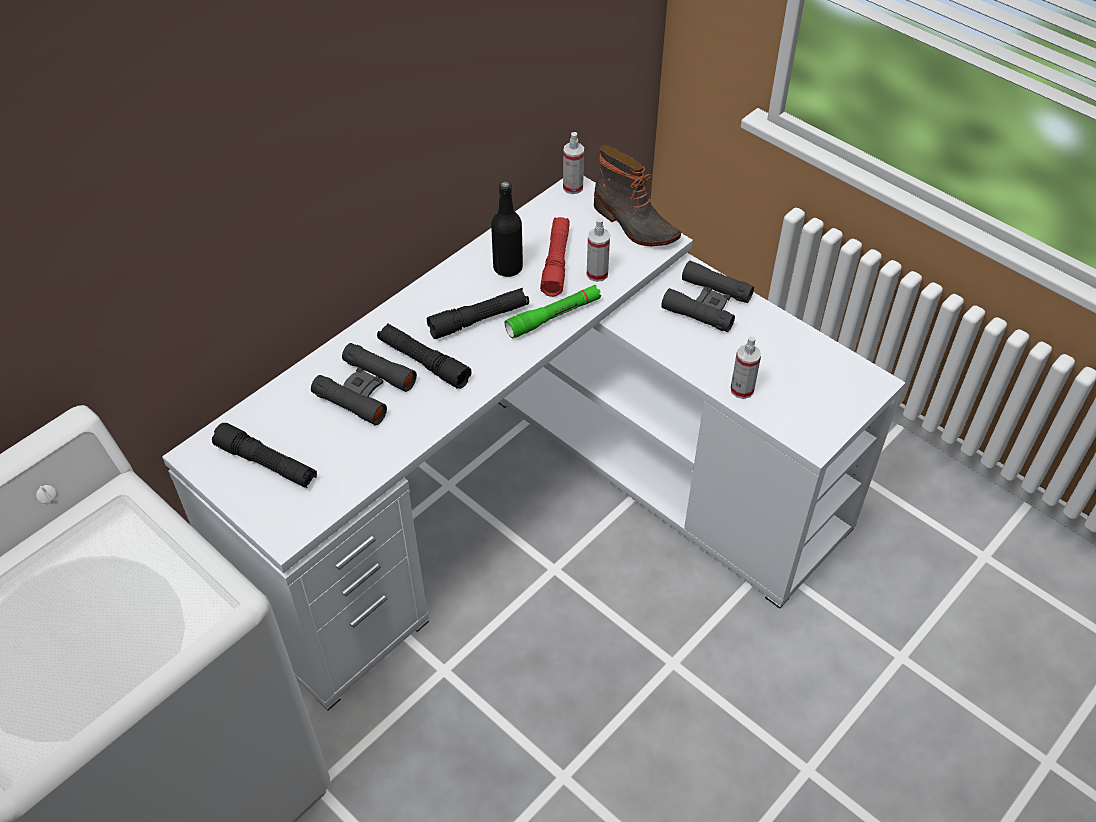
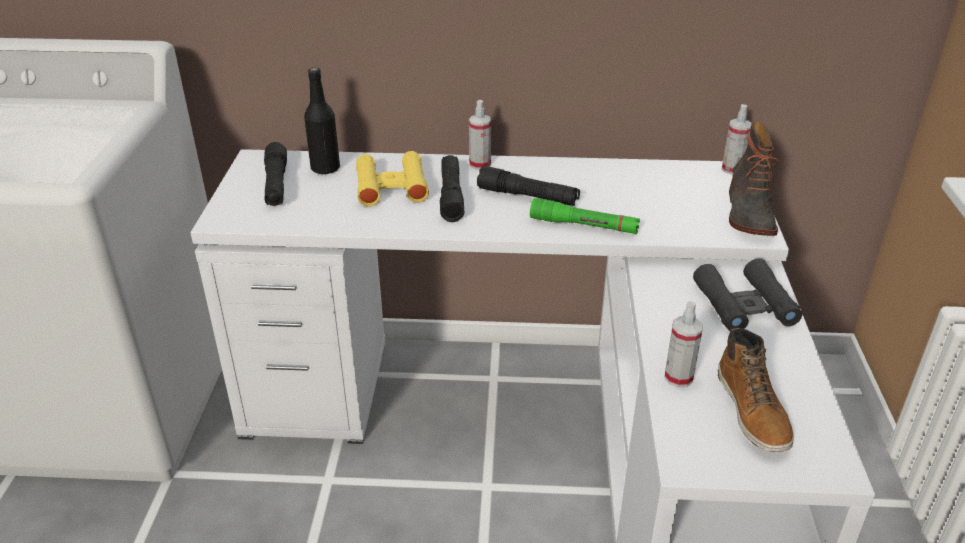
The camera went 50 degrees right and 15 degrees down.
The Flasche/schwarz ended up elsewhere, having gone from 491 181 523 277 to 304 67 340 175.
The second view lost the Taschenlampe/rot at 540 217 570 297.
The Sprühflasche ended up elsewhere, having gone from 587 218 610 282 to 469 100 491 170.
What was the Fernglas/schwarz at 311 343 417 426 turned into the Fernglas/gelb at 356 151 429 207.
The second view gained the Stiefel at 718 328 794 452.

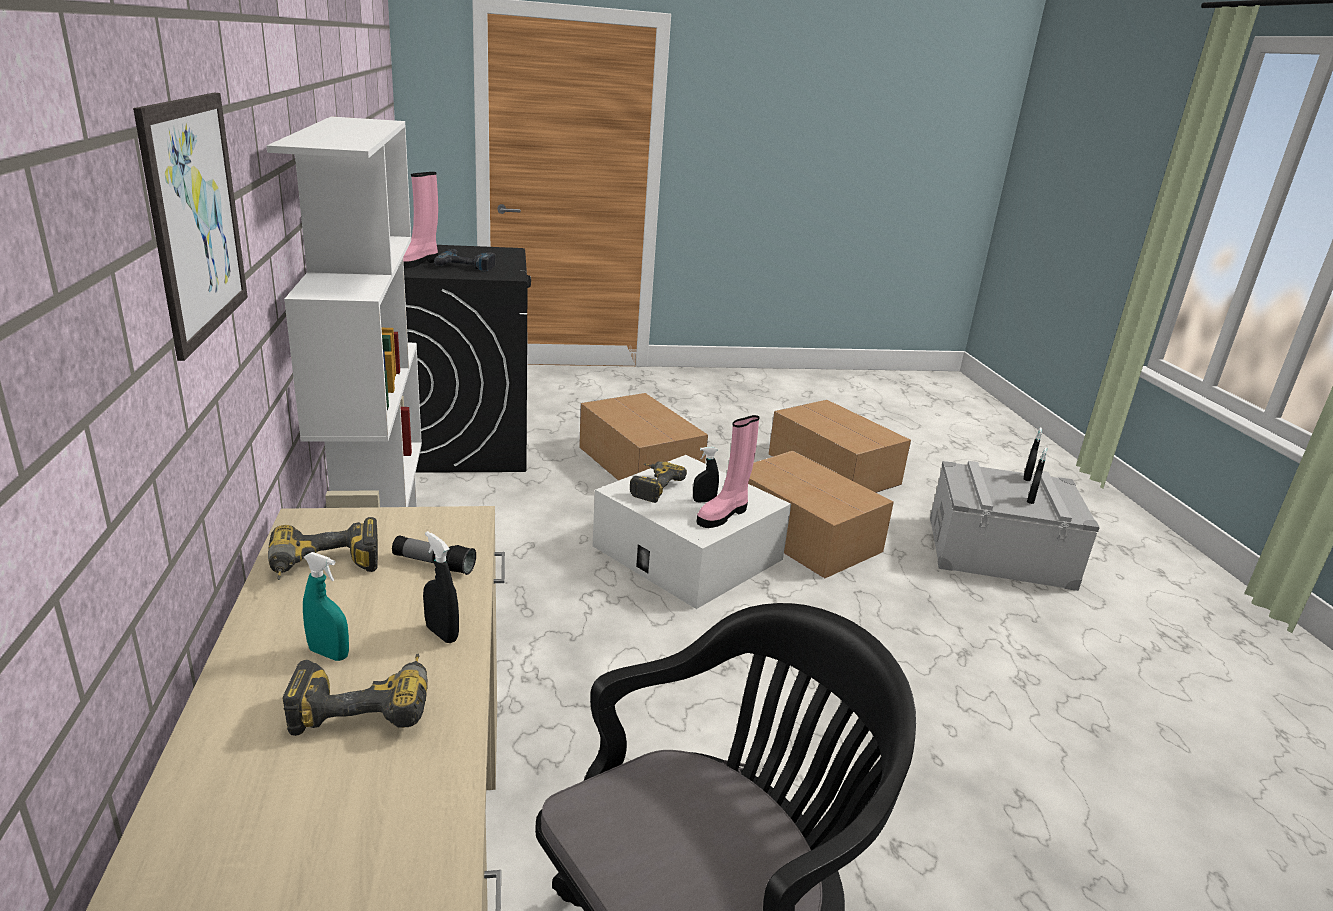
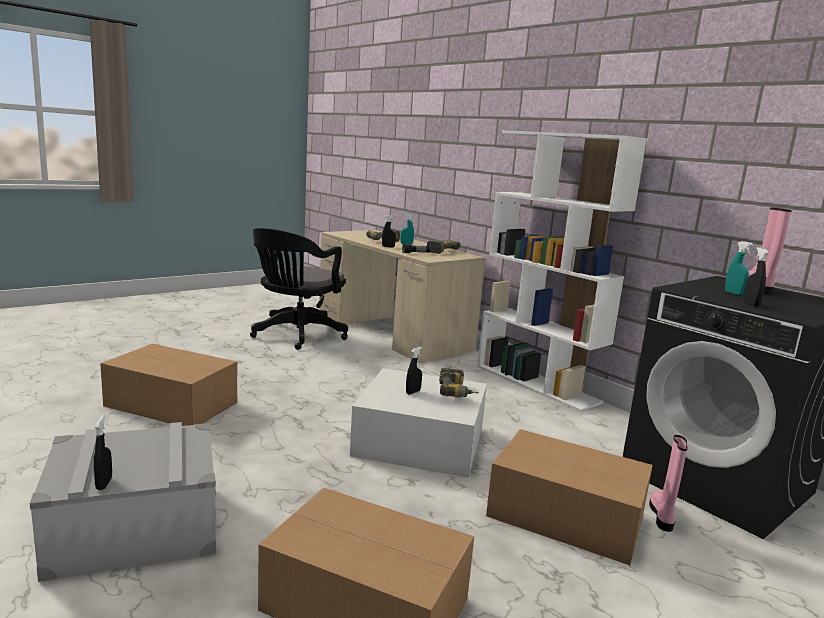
The camera went 150 degrees right and 10 degrees down.
The second view lost the Bild at 133 93 248 361.
Where the Bohrmaschine stood at 434 249 496 272, the Sprühflasche/türkis came to stand at 725 241 754 295.
The Stiefel/rosa ended up elsewhere, having gone from 697 415 759 528 to 649 435 687 532.
The Sprühflasche/schwarz ended up elsewhere, having gone from 1027 447 1047 504 to 743 247 769 307.
The Karton ended up elsewhere, having gone from 748 451 894 578 to 100 344 237 426.

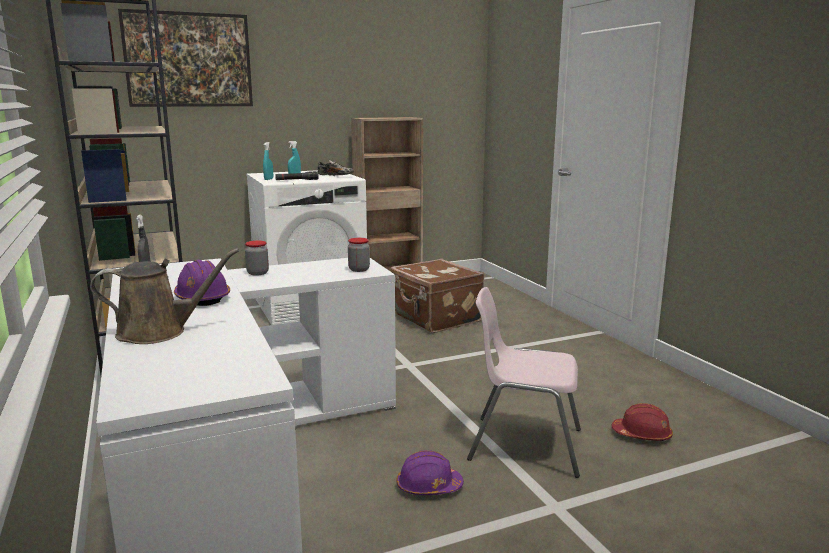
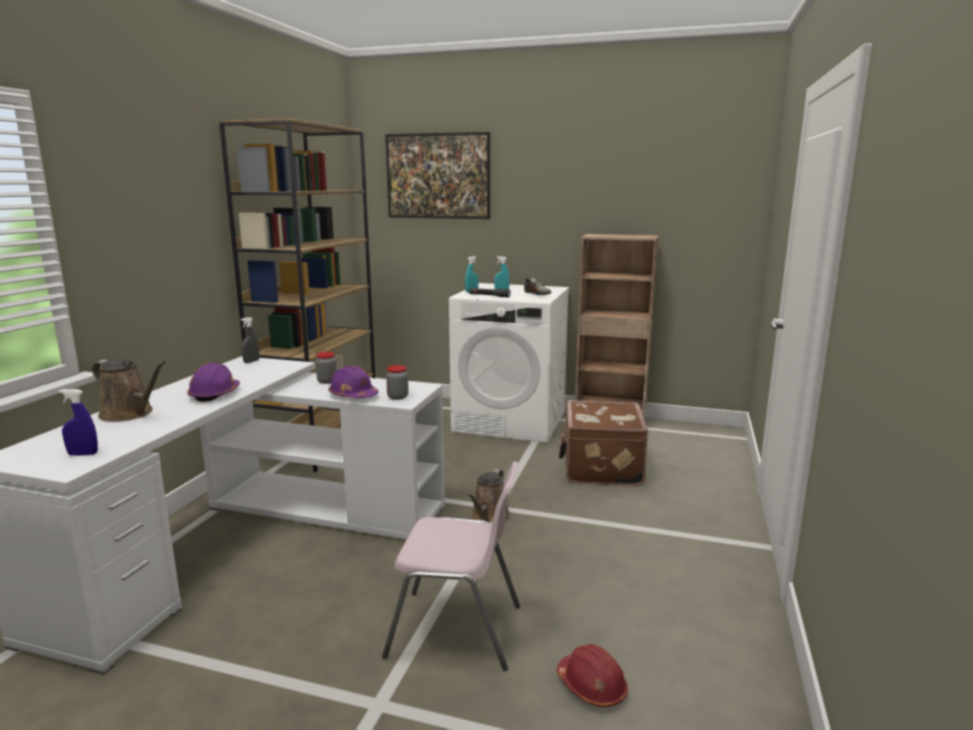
The camera went 40 degrees right and 0 degrees up.
The Stuhl/rosa at 467 287 581 478 ended up facing another way, 135 degrees clockwise from before.
The Schutzhelm/lila ended up elsewhere, having gone from 397 450 464 495 to 328 365 379 398.
The second view gained the Sprühflasche/blau at 58 389 98 456.
The second view gained the Gießkanne/braun at 466 469 510 523.

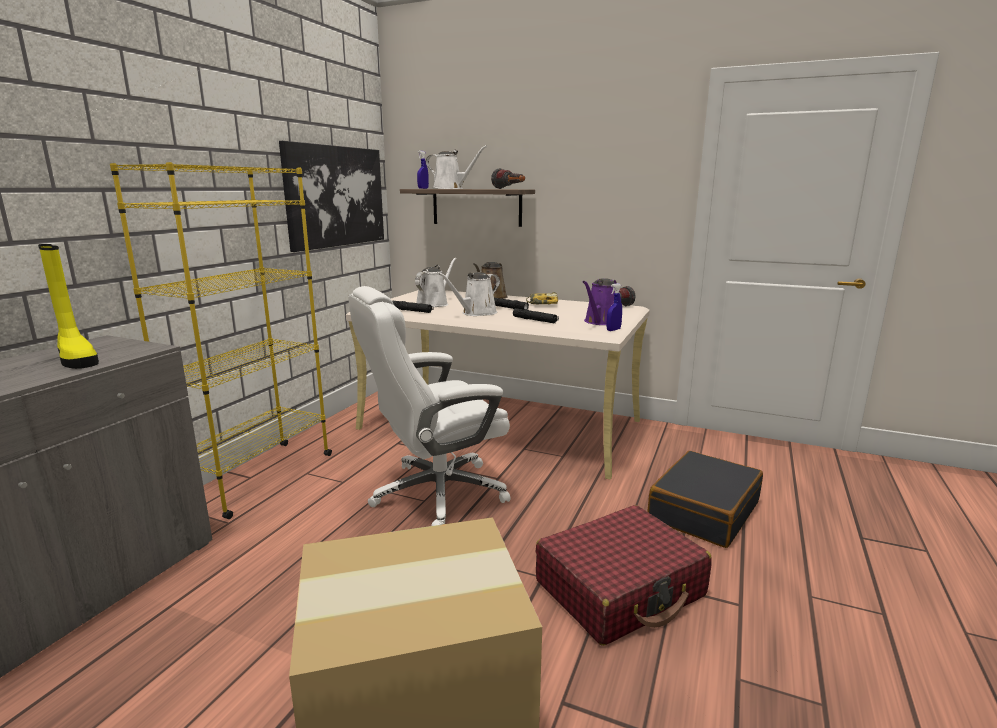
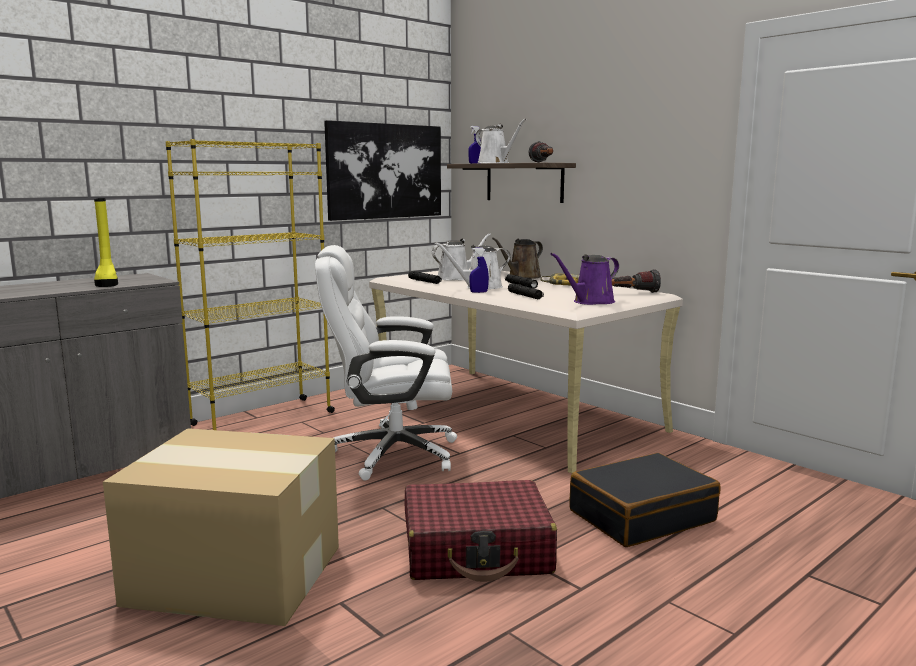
The camera went 25 degrees right and 5 degrees down.
The Sprühflasche/blau ended up elsewhere, having gone from 607 283 622 331 to 469 248 489 293.

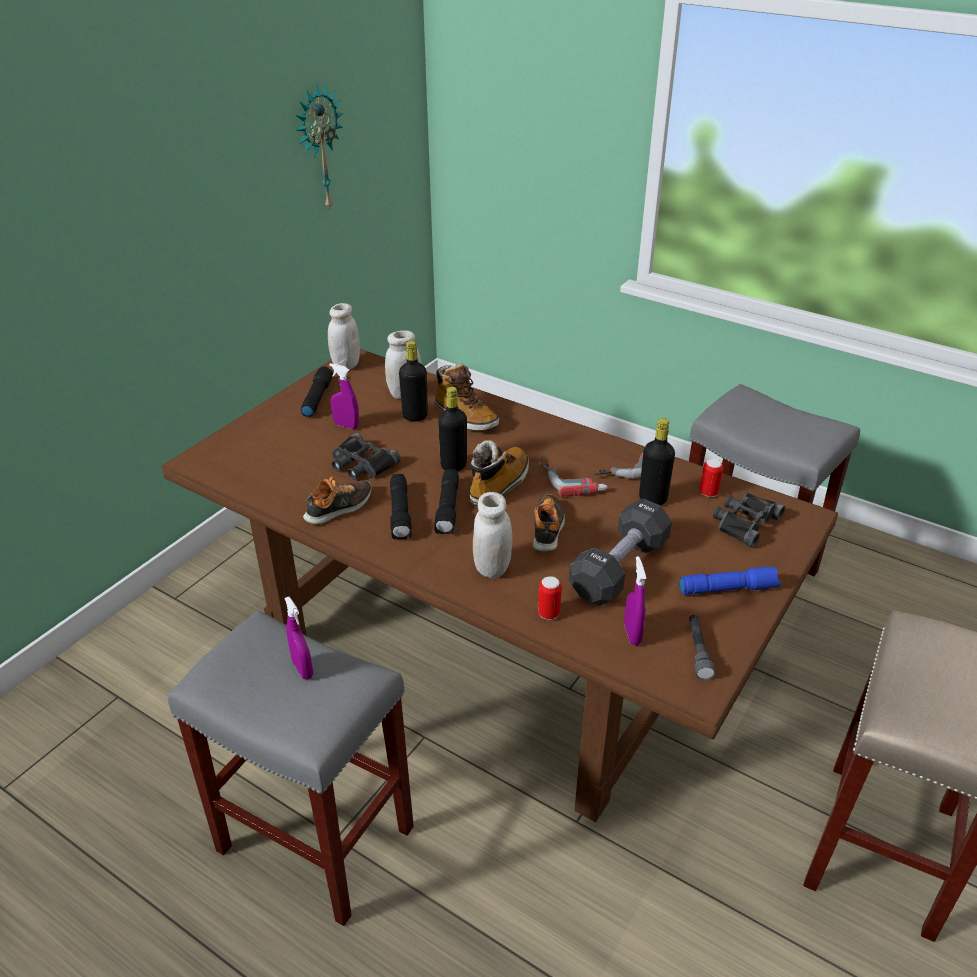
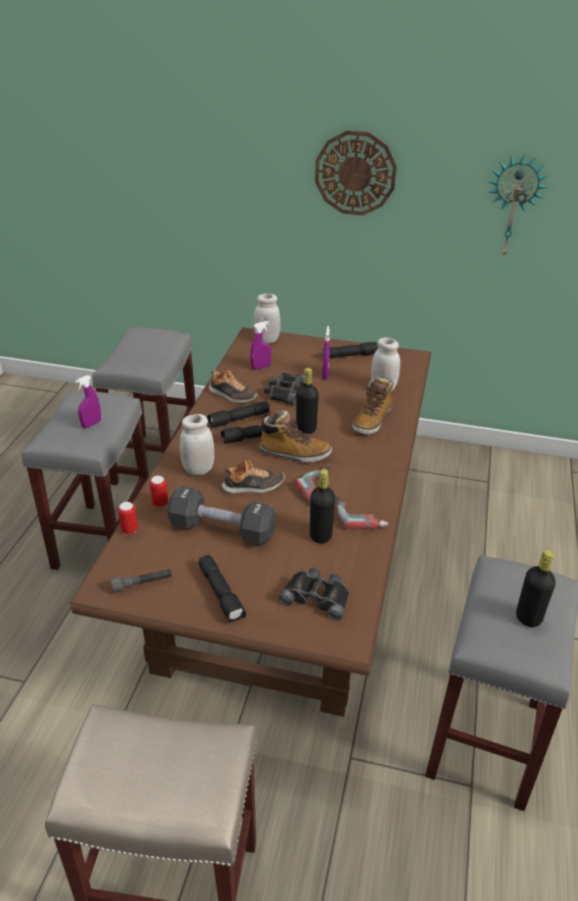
The camera went 70 degrees right and 0 degrees up.
The Vorratsglas/weiß ended up elsewhere, having gone from 328 303 360 370 to 254 294 280 344.
The Flasche/schwarz ended up elsewhere, having gone from 399 341 428 422 to 516 550 555 627.
The Dose ended up elsewhere, having gone from 700 459 723 497 to 118 502 138 535.
The Sprühflasche/lila ended up elsewhere, having gone from 624 556 646 646 to 250 321 272 370.
What was the Taschenlampe/blau at 679 567 781 595 turned into the Taschenlampe/schwarz at 199 555 246 623.
The second view gained the Wanduhr at 315 131 397 215.
The second view gained the Hocker/grau at 92 327 196 485.

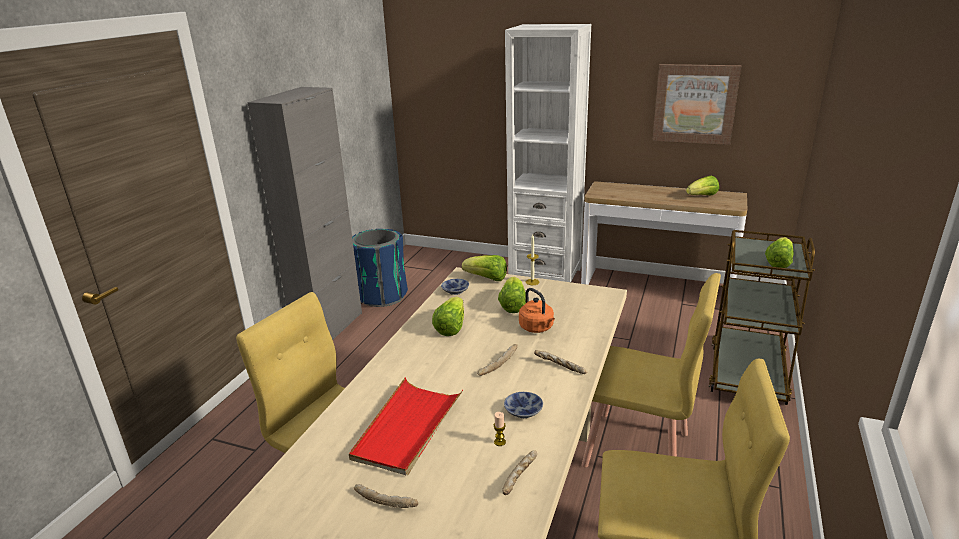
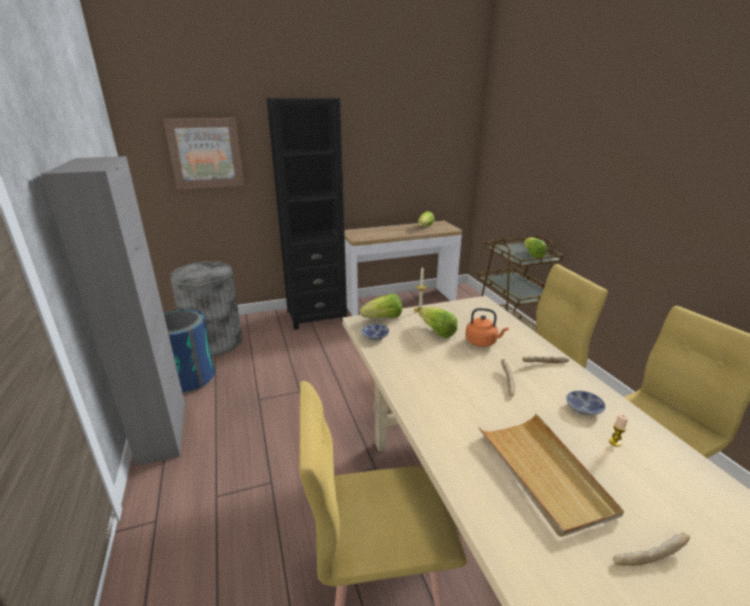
The camera went 40 degrees left and 0 degrees up.
What was the Bücherregal/weiß at 505 24 591 282 turned into the Bücherregal/schwarz at 267 98 347 330.
The Bild ended up elsewhere, having gone from 652 64 741 145 to 163 118 244 190.
The second view lost the Salatkopf at 432 296 464 336.
What was the Tablett/rot at 349 378 463 476 turned into the Tablett/beige at 479 413 624 537.
The second view lost the Brot at 502 450 537 495.
The second view gained the Mülleimer/grau at 170 261 242 356.

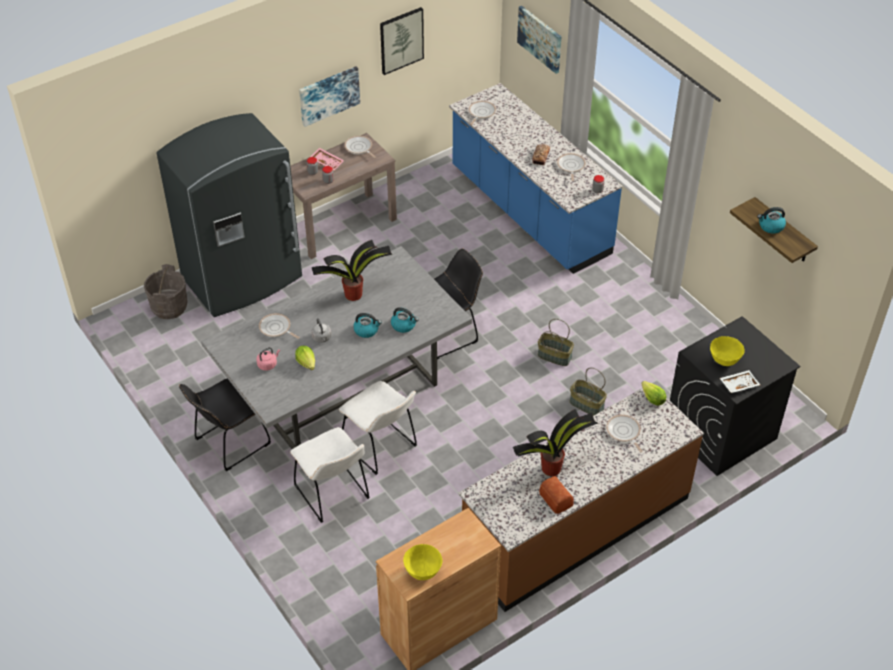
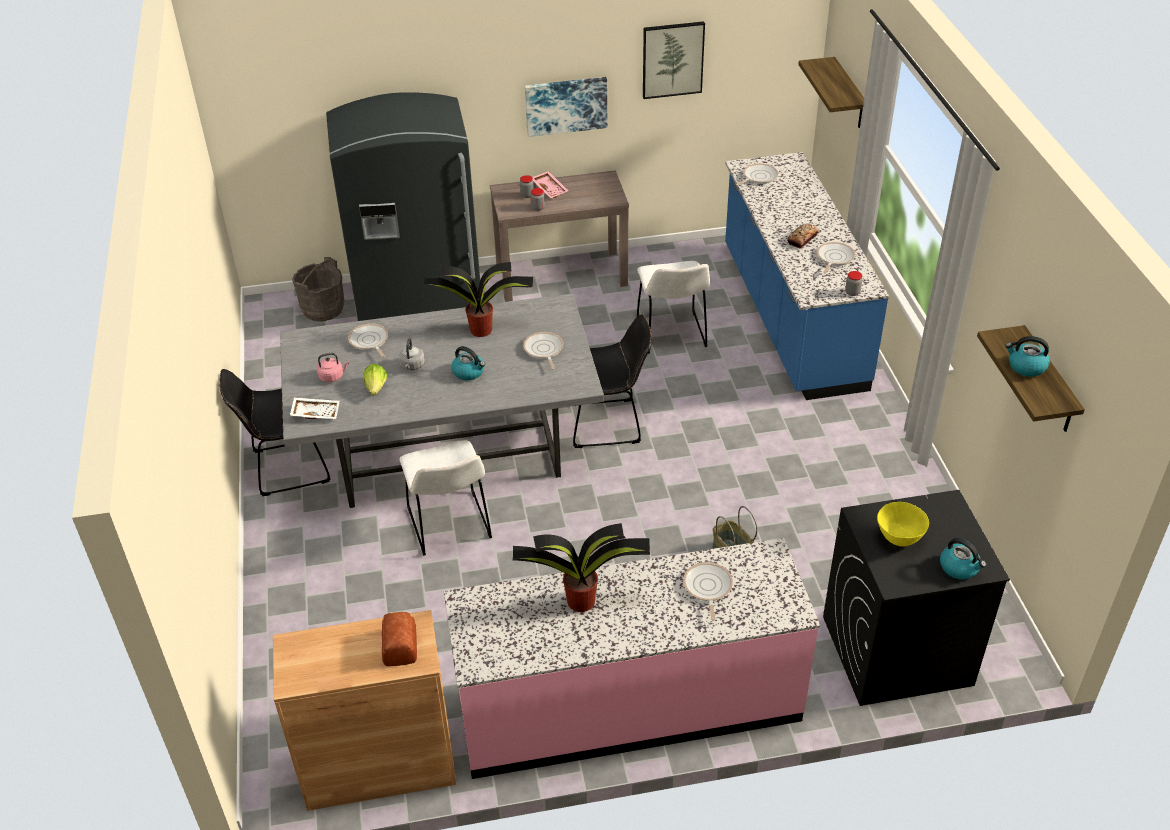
The camera went 25 degrees right and 5 degrees down.
Where the Bild hung at 517 6 561 74, the Wandregal came to hang at 798 57 864 128.
The Pfanne ended up elsewhere, having gone from 345 136 376 158 to 523 332 564 370.
The Wasserkessel ended up elsewhere, having gone from 391 307 419 333 to 940 538 986 579.
The second view lost the Korb at 538 319 574 366.
The Tablett/weiß ended up elsewhere, having gone from 720 370 760 393 to 290 397 340 419.
The second view lost the Salatkopf at 641 381 666 405.
What was the Küchenzeile/braun at 458 388 704 612 turned into the Küchenzeile/rosa at 444 538 820 779.
The Stuhl/weiß ended up elsewhere, having gone from 290 427 370 523 to 637 261 710 354.
The Brot ended up elsewhere, having gone from 539 476 574 514 to 382 612 417 666.
The second view lost the Schüssel/gelb at 403 544 442 580.

